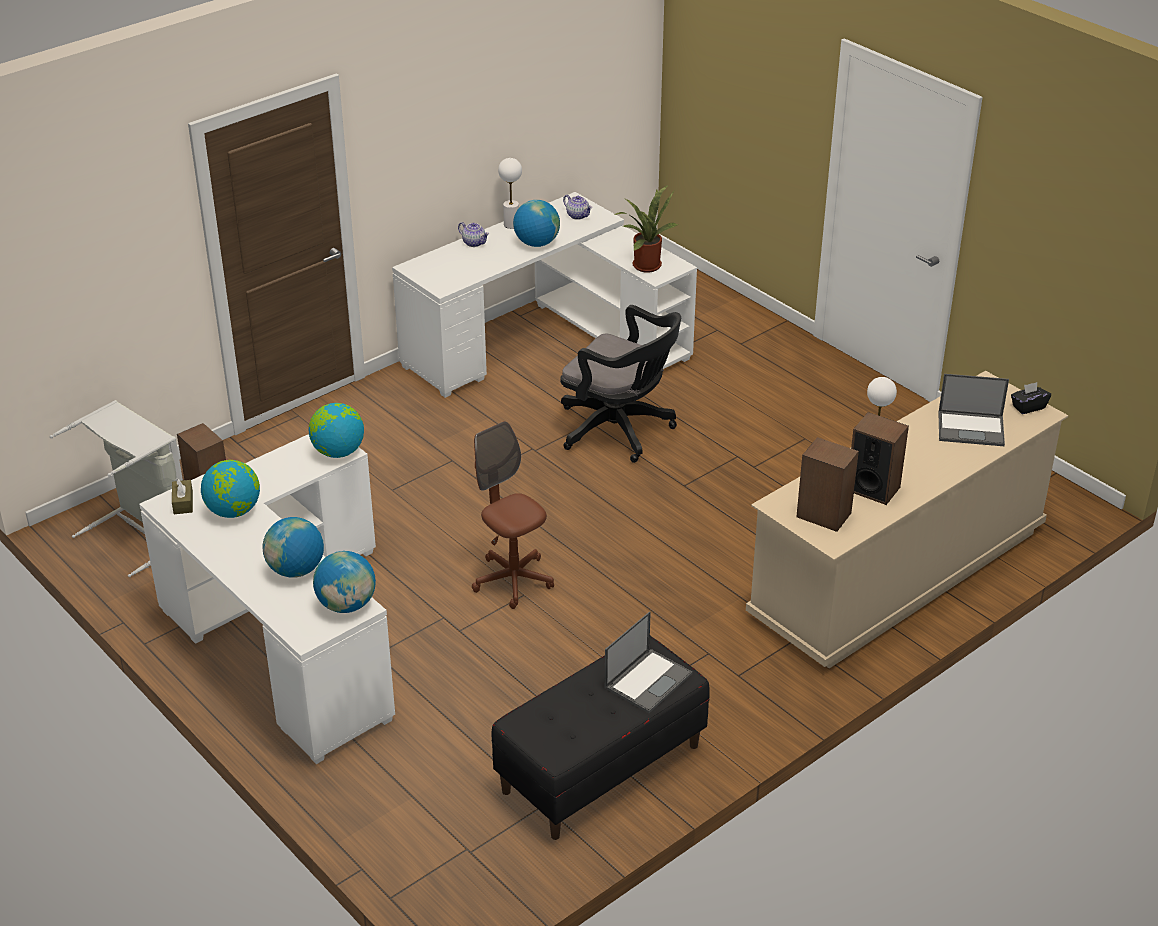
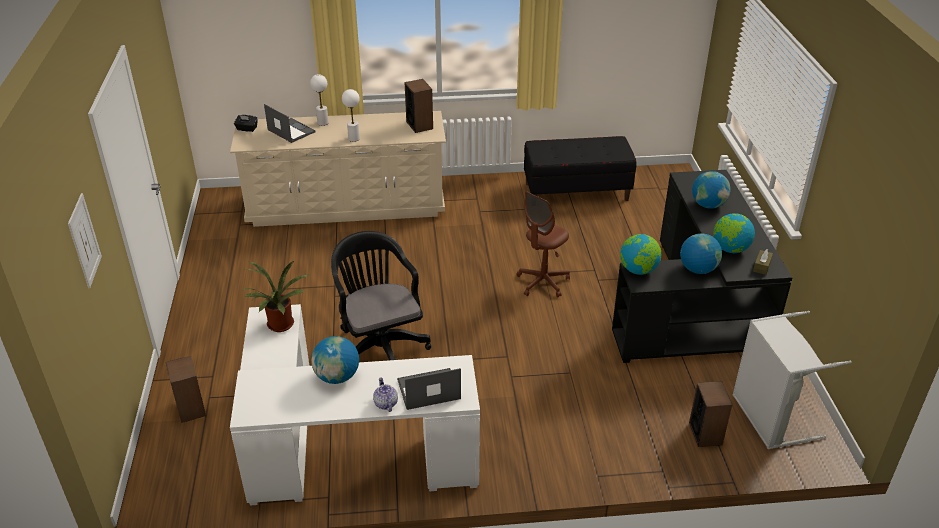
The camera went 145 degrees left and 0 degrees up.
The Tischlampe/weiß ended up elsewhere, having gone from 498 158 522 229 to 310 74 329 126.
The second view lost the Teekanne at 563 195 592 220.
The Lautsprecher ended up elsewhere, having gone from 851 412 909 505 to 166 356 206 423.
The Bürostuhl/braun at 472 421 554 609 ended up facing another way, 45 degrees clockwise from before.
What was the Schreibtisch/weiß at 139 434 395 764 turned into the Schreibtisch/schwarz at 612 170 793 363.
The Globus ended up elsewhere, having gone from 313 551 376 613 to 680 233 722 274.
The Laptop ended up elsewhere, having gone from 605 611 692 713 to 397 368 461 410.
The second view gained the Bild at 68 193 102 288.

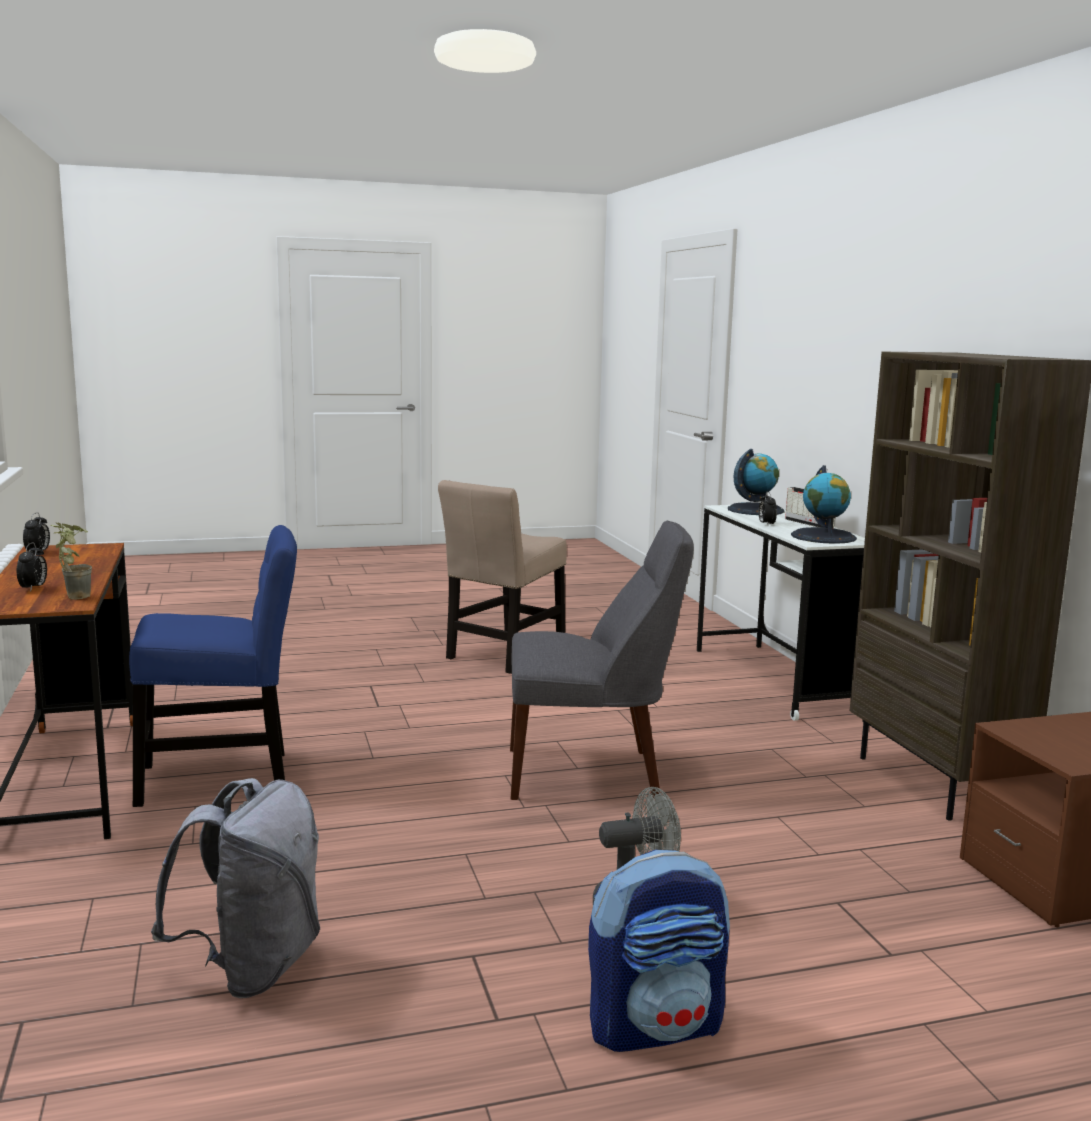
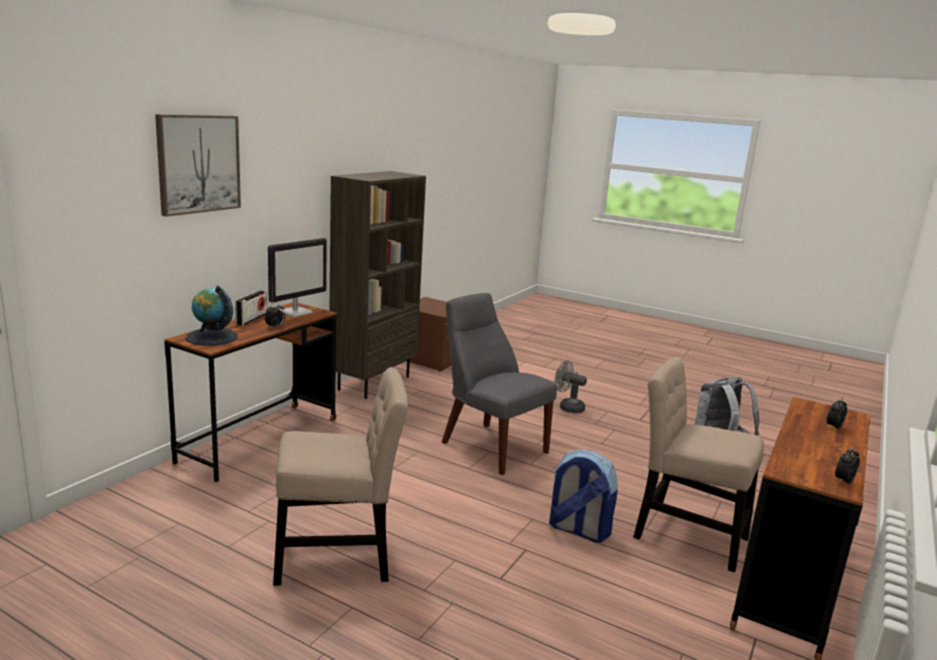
The camera went 135 degrees left and 5 degrees up.
Where the Globus stood at 791 465 857 544, the Monitor came to stand at 268 238 327 317.
What was the Schreibtisch/weiß at 697 505 865 721 turned into the Schreibtisch/braun at 164 303 337 482.
The second view lost the Topfpflanze at 50 523 92 600.
What was the Stuhl/blau at 129 525 297 807 turned into the Stuhl/beige at 633 356 764 572.
The Rucksack ended up elsewhere, having gone from 588 850 730 1052 to 549 450 618 543.
The second view gained the Bild at 155 114 241 217.

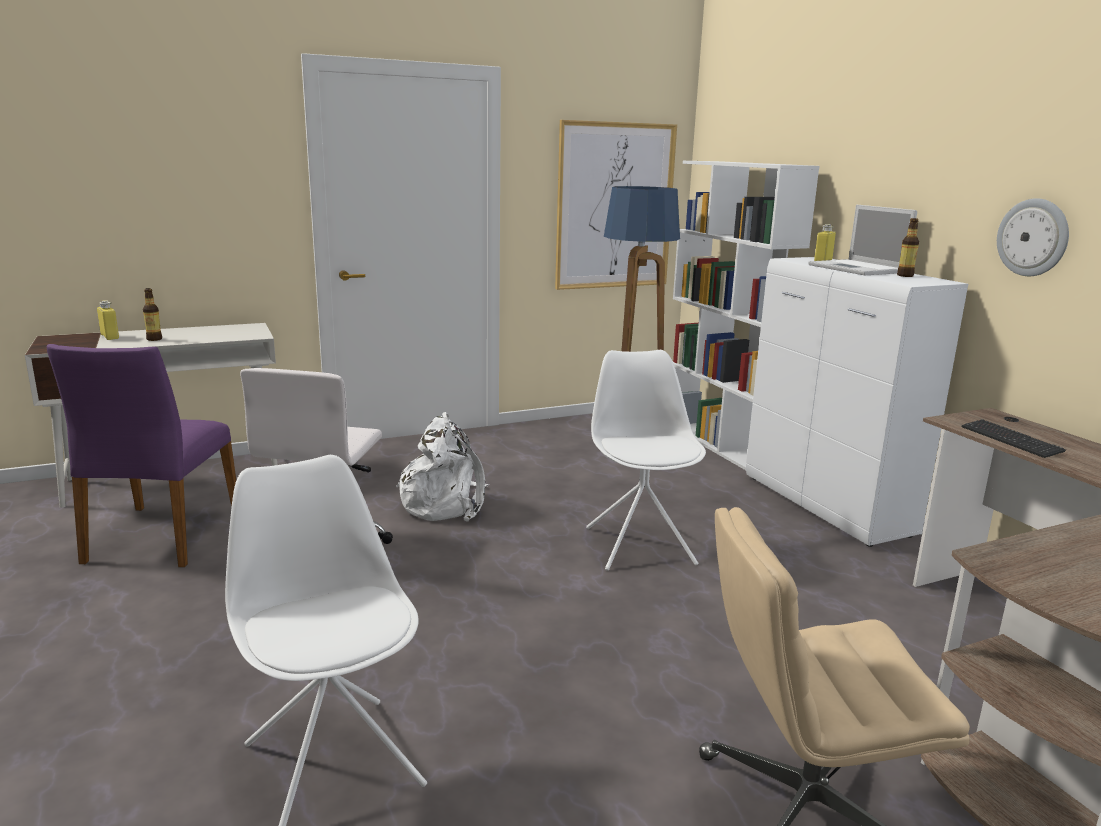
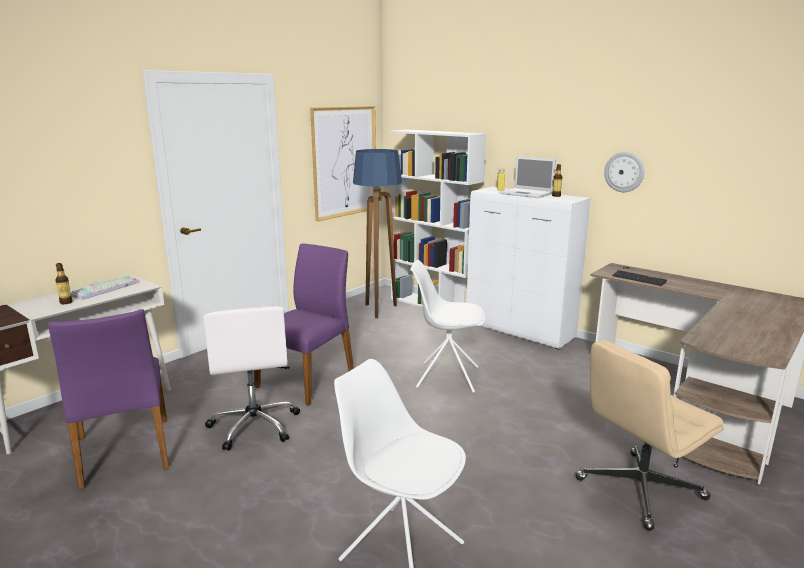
The camera went 25 degrees left and 0 degrees up.
The second view lost the Flasche/gelb at 97 300 119 340.
The Stuhl/weiß at 586 350 706 571 ended up facing another way, 45 degrees counterclockwise from before.
Where the Rucksack/weiß stood at 396 412 489 522, the Stuhl/lila came to stand at 254 244 354 406.
The second view gained the Tastatur at 71 276 140 300.

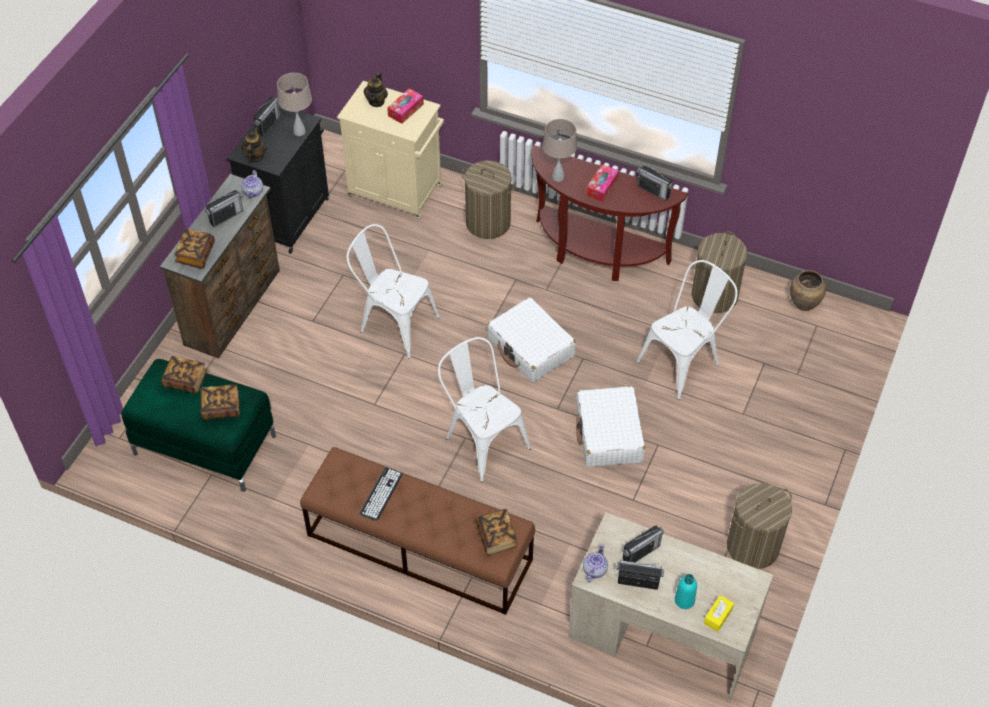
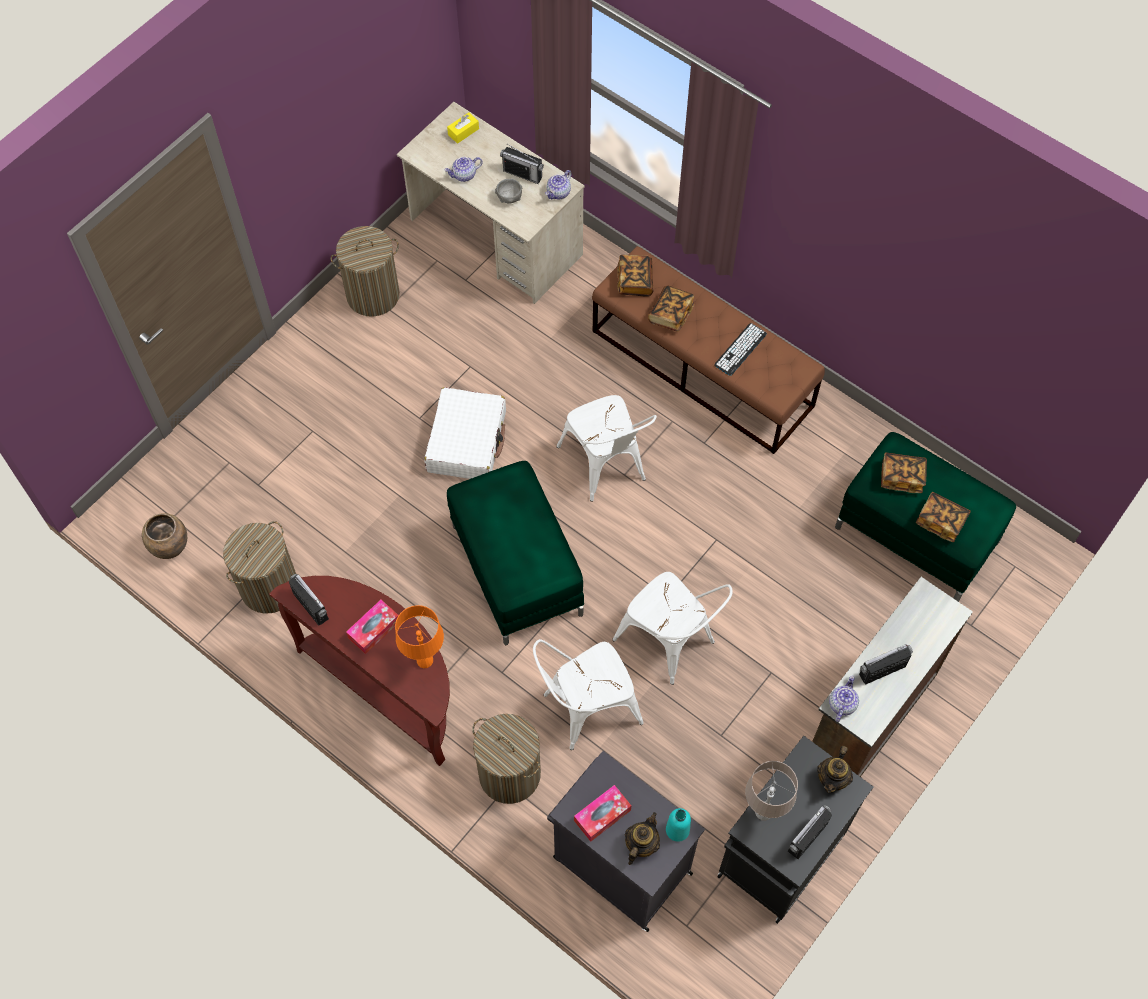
The camera went 165 degrees left and 10 degrees up.
What was the Schrank/beige at 337 81 444 220 turned into the Schrank/schwarz at 547 751 705 932.
What was the Tischlampe/beige at 542 119 577 182 turned into the Tischlampe/orange at 395 605 444 668.
The Buch ended up elsewhere, having gone from 174 229 215 269 to 648 286 695 332.
The Stuhl/weiß ended up elsewhere, having gone from 636 260 738 400 to 533 639 644 750.
Where the Koffer/weiß stood at 487 297 576 383, the Polsterhocker/grün came to stand at 447 461 584 645.
Where the Radio stood at 623 525 664 562, the Schüssel/grau came to stand at 495 179 522 204.
The Flasche/türkis ended up elsewhere, having gone from 675 574 697 609 to 666 808 691 842.
The second view gained the Teekanne at 445 157 483 182.

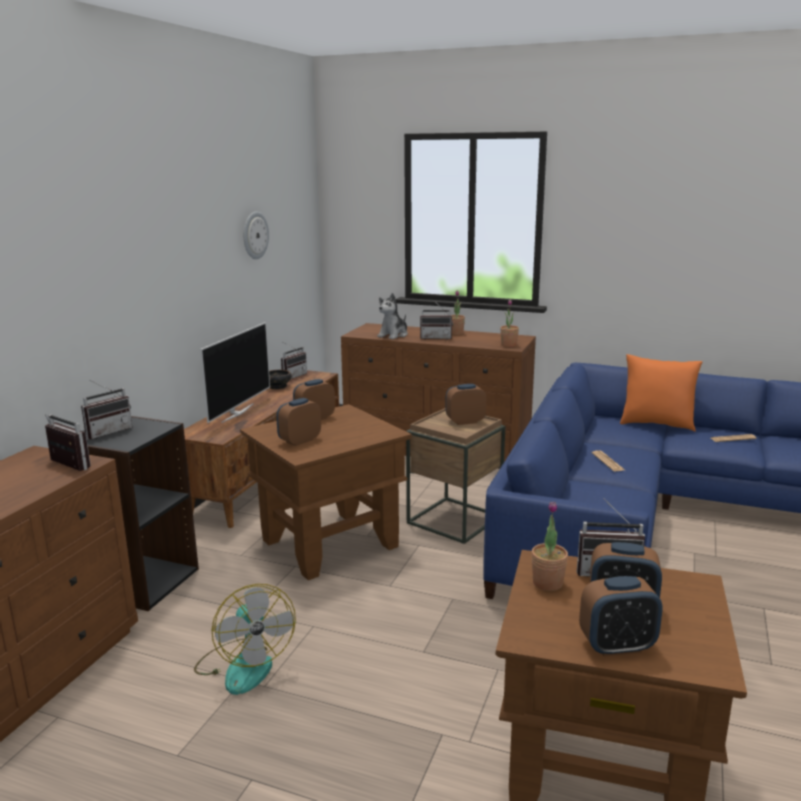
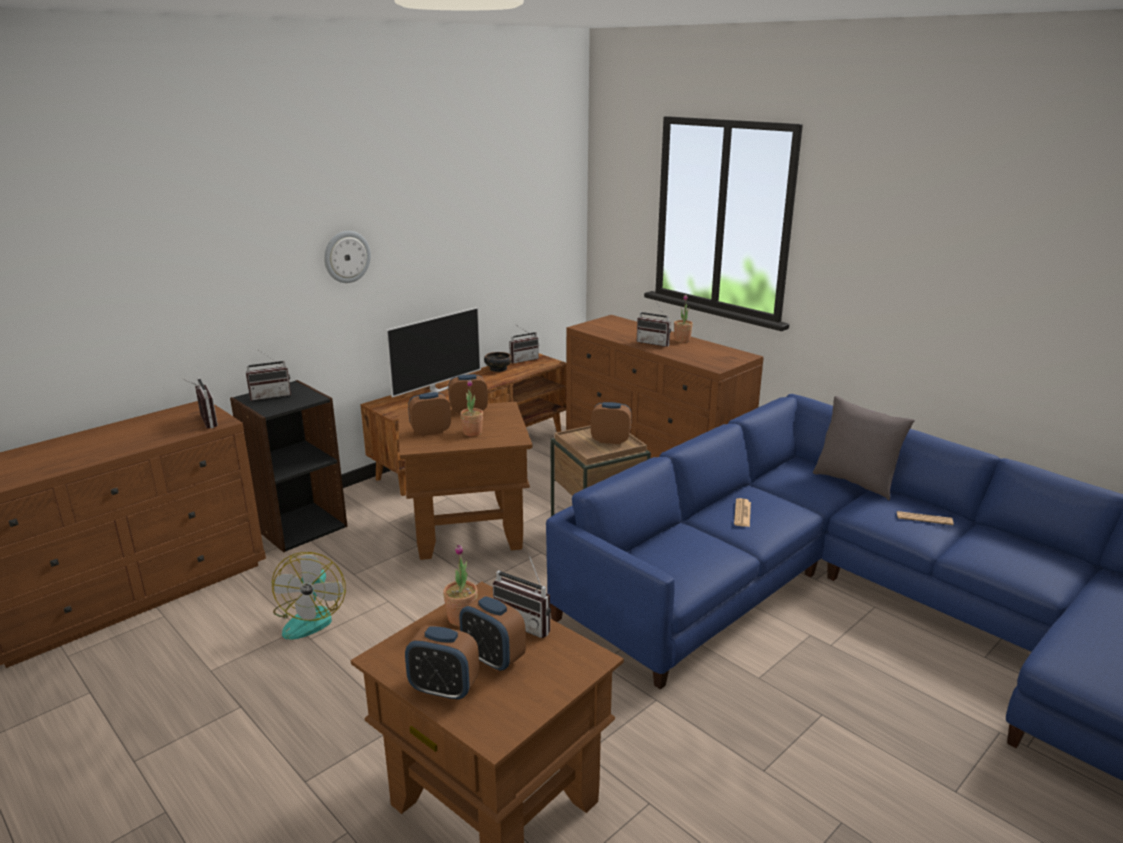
The camera went 25 degrees right and 5 degrees up.
The Wanduhr ended up elsewhere, having gone from 244 211 269 259 to 324 231 371 283.
The second view lost the Plüschtier at 377 293 408 339.
The Topfpflanze ended up elsewhere, having gone from 500 299 519 347 to 460 380 483 437.
What was the Kissen/orange at 620 354 702 432 turned into the Kissen/grau at 813 396 915 500.

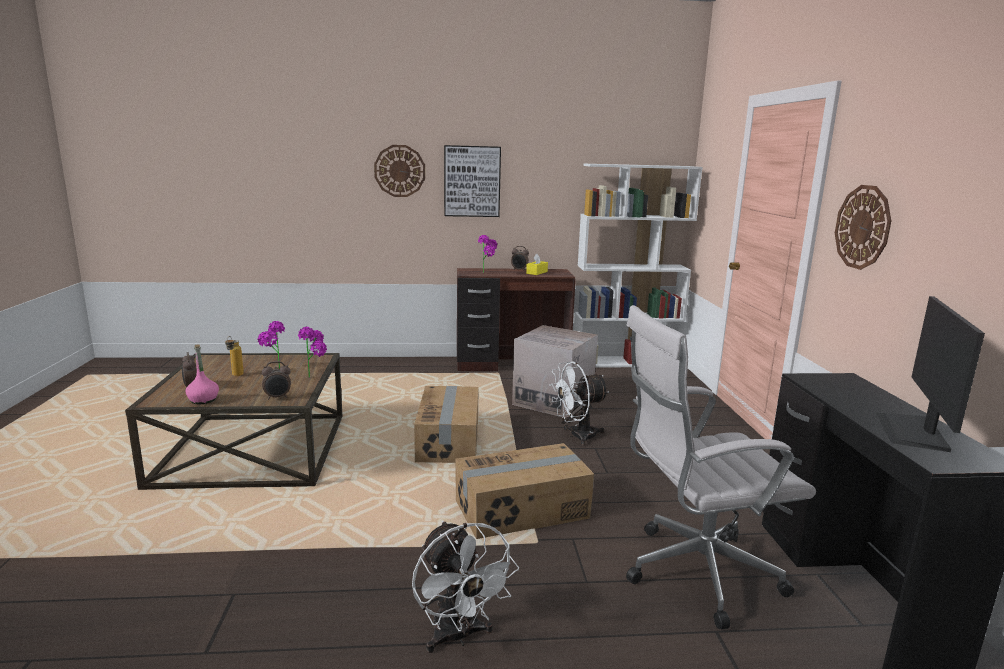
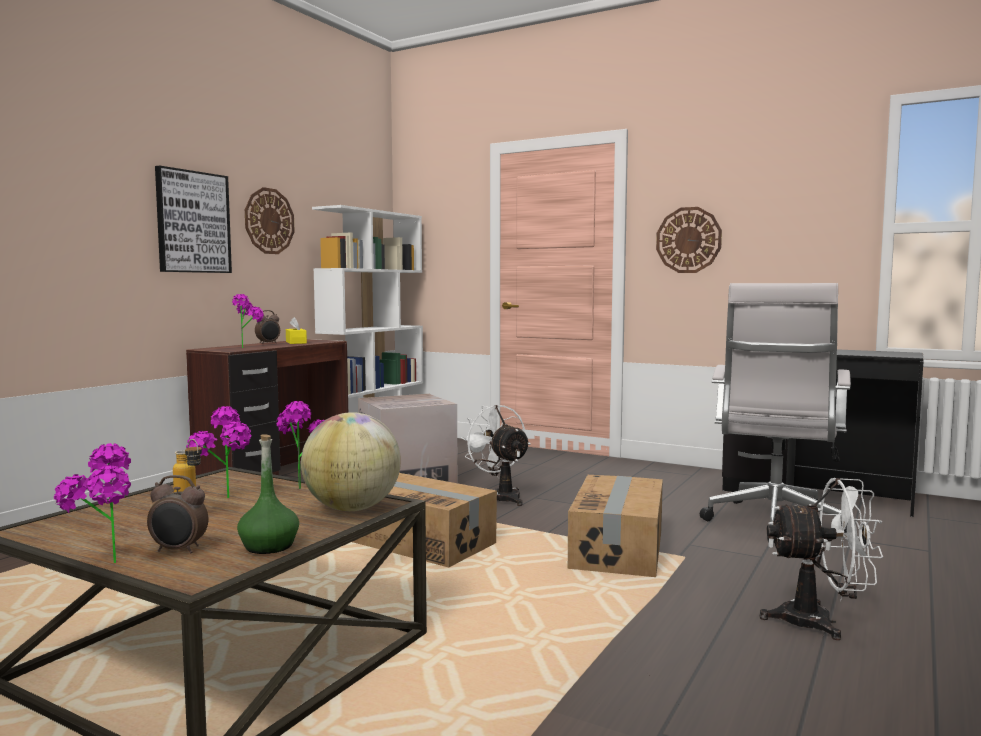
The camera went 55 degrees left and 10 degrees down.
The Wanduhr ended up elsewhere, having gone from 374 145 425 197 to 245 187 295 254.
The second view lost the Monitor at 876 296 985 452.
What was the Flasche/rosa at 186 344 219 404 turned into the Flasche/grün at 237 434 299 554.
Where the Wecker stood at 262 361 291 399, the Globus came to stand at 301 412 401 511.
The Ventilator/weiß at 549 361 609 446 ended up facing another way, 135 degrees clockwise from before.
The second view gained the Topfpflanze at 54 443 131 563.

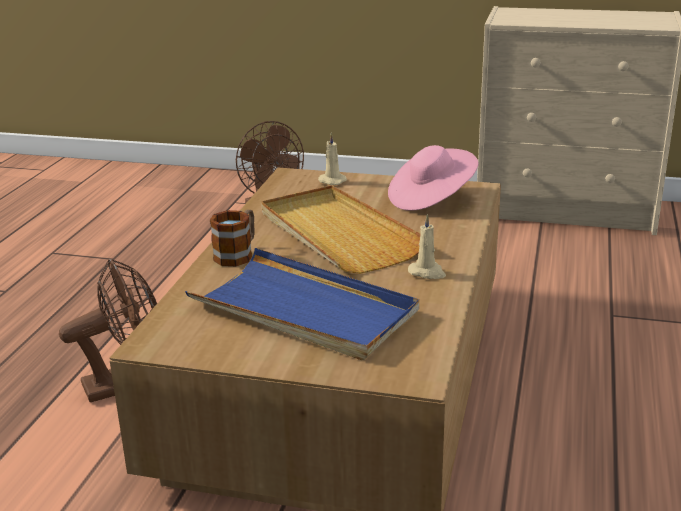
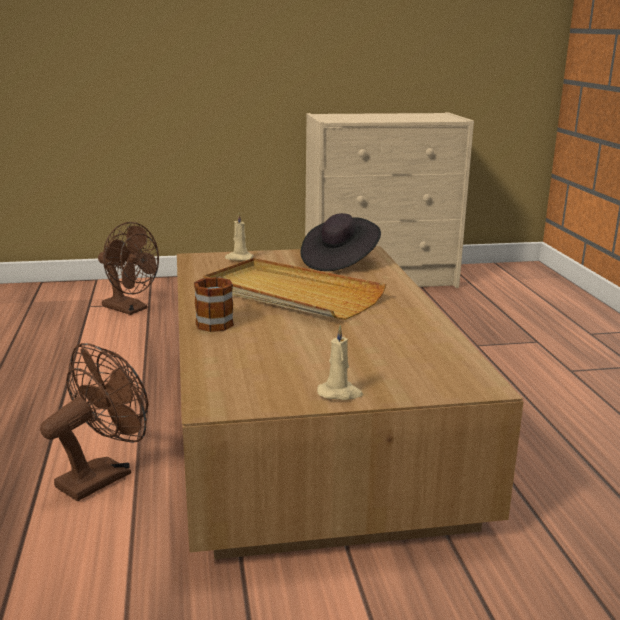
The camera went 25 degrees left and 5 degrees down.
What was the Hut/rosa at 388 145 479 211 turned into the Hut/schwarz at 300 213 381 271.
The Kerze/beige ended up elsewhere, having gone from 408 214 446 279 to 317 325 363 400.
The second view lost the Tablett/blau at 185 248 419 360.

